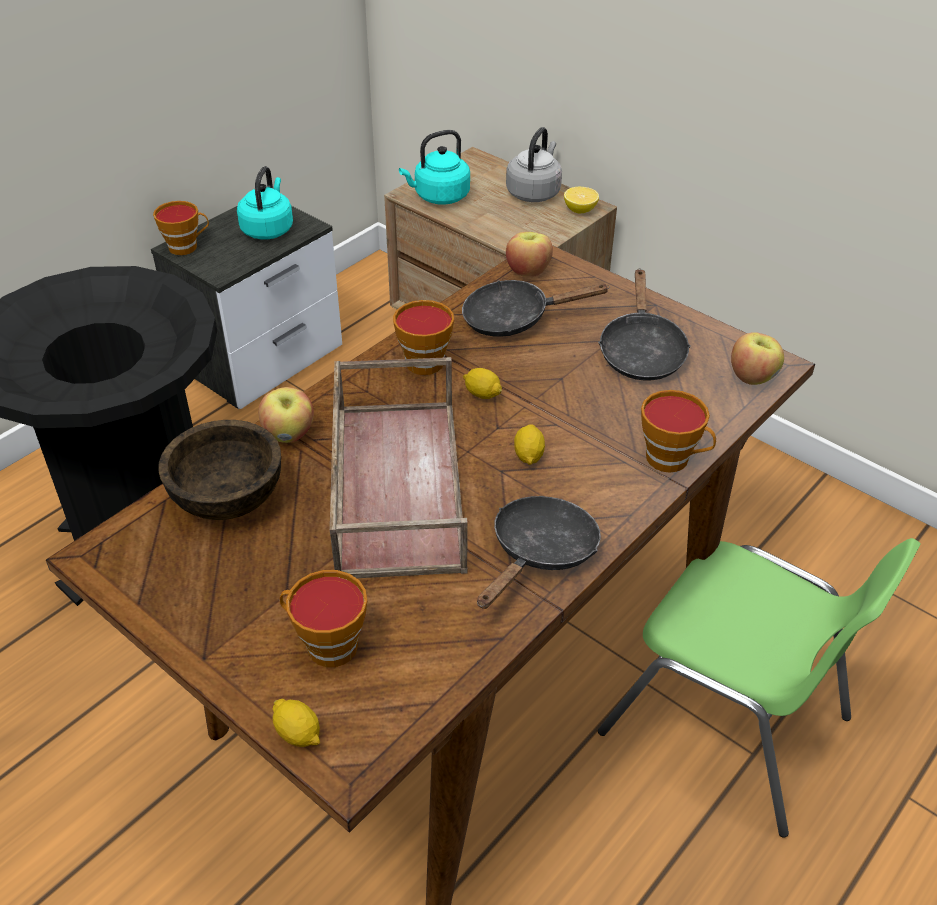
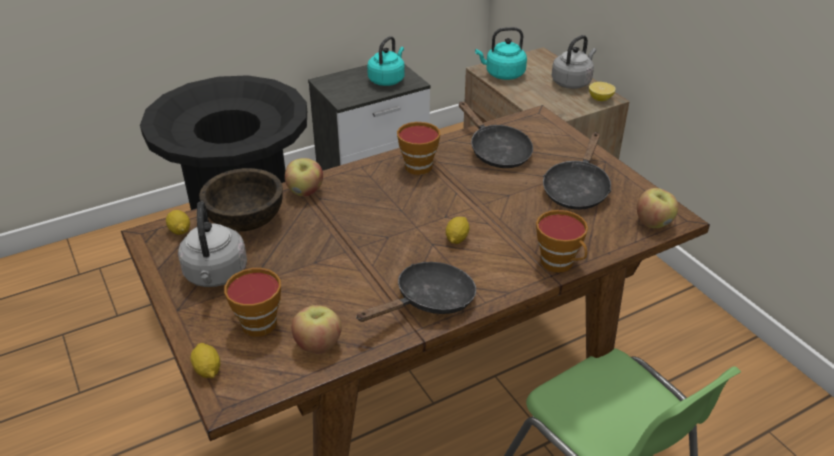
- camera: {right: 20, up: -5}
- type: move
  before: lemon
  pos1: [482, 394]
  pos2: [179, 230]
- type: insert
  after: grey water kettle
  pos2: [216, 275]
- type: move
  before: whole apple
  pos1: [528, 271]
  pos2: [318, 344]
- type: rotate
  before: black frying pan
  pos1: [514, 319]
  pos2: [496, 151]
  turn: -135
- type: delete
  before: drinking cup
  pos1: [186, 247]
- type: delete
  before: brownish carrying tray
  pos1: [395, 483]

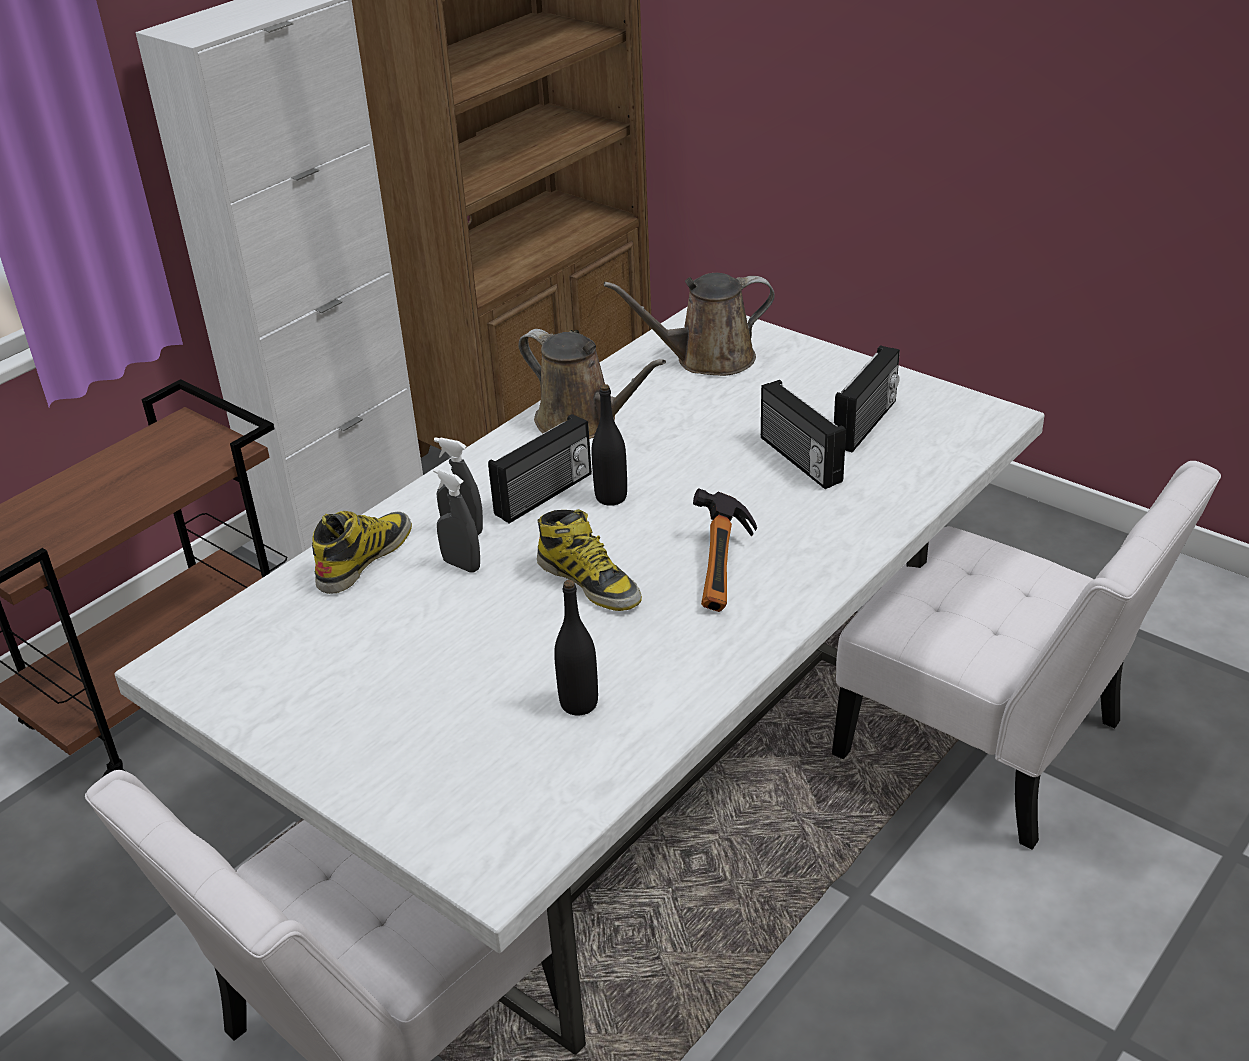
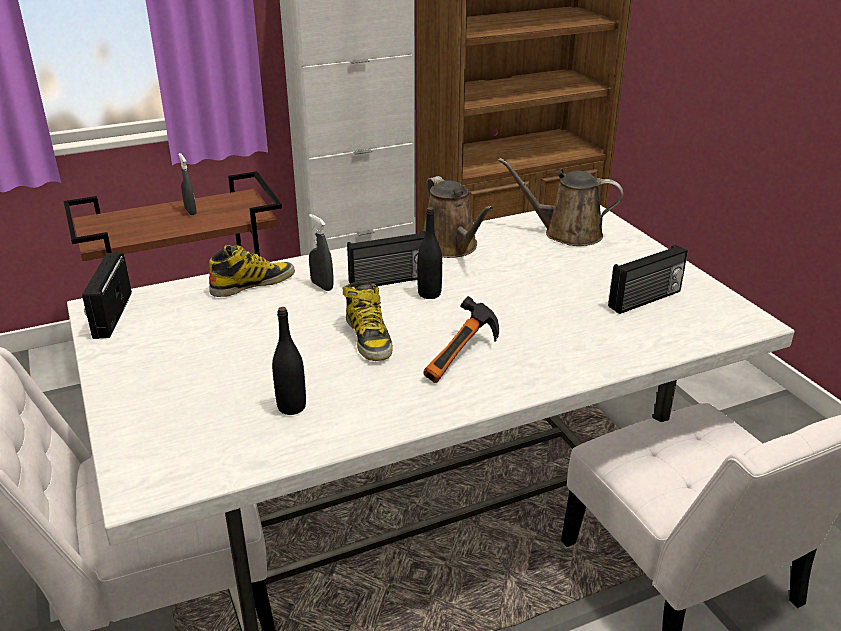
- camera: {right: 25, up: -5}
- type: move
  before: radio receiver
  pos1: [798, 460]
  pos2: [111, 315]
- type: move
  before: grey spray bottle
  pos1: [461, 565]
  pos2: [190, 211]

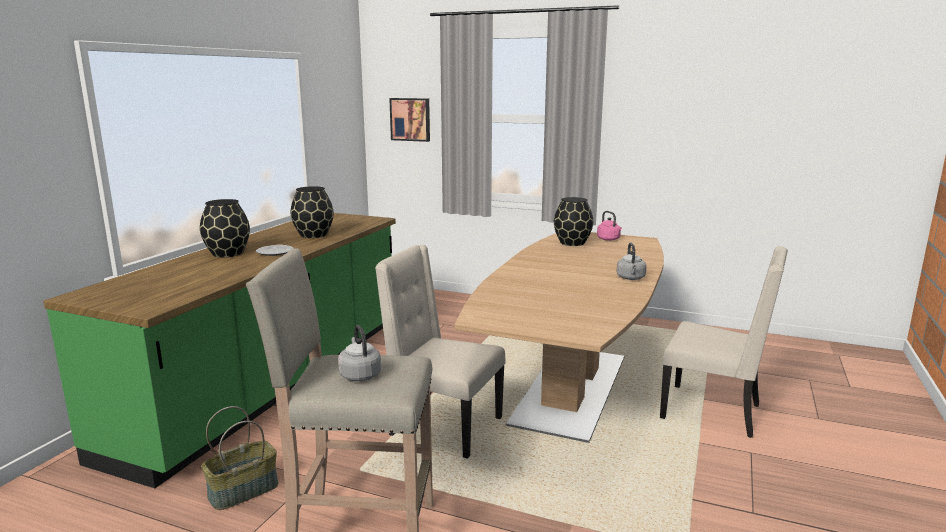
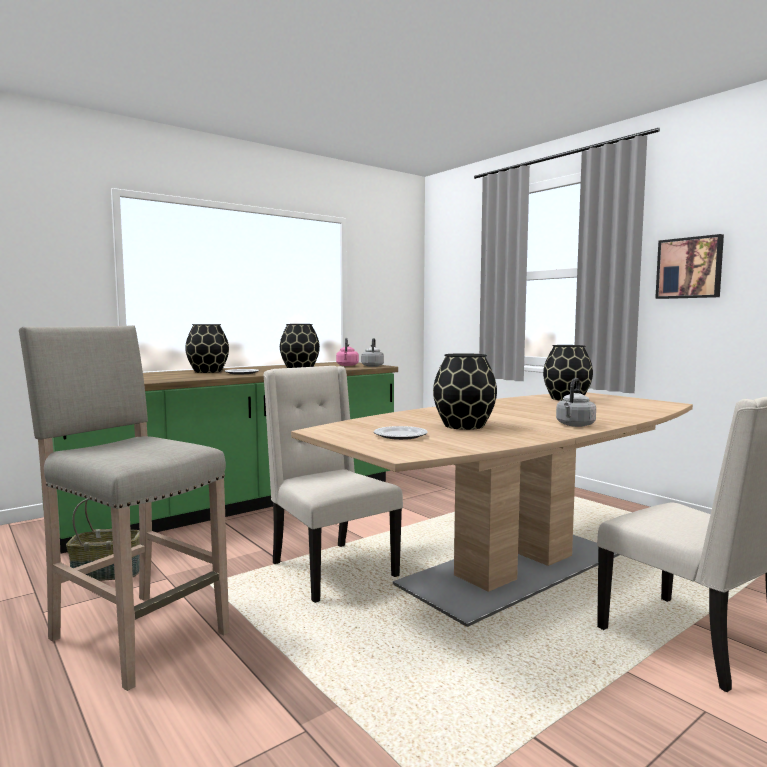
- camera: {right: 30, up: -10}
- type: move
  before: pinkish water kettle
  pos1: [609, 239]
  pos2: [347, 365]
- type: move
  before: grey water kettle
  pos1: [359, 374]
  pos2: [372, 366]
- type: insert
  after: flat dish
  pos2: [401, 435]
- type: insert
  after: black vase
  pos2: [465, 426]
- type: move
  before: wall art
  pos1: [410, 119]
  pos2: [689, 268]

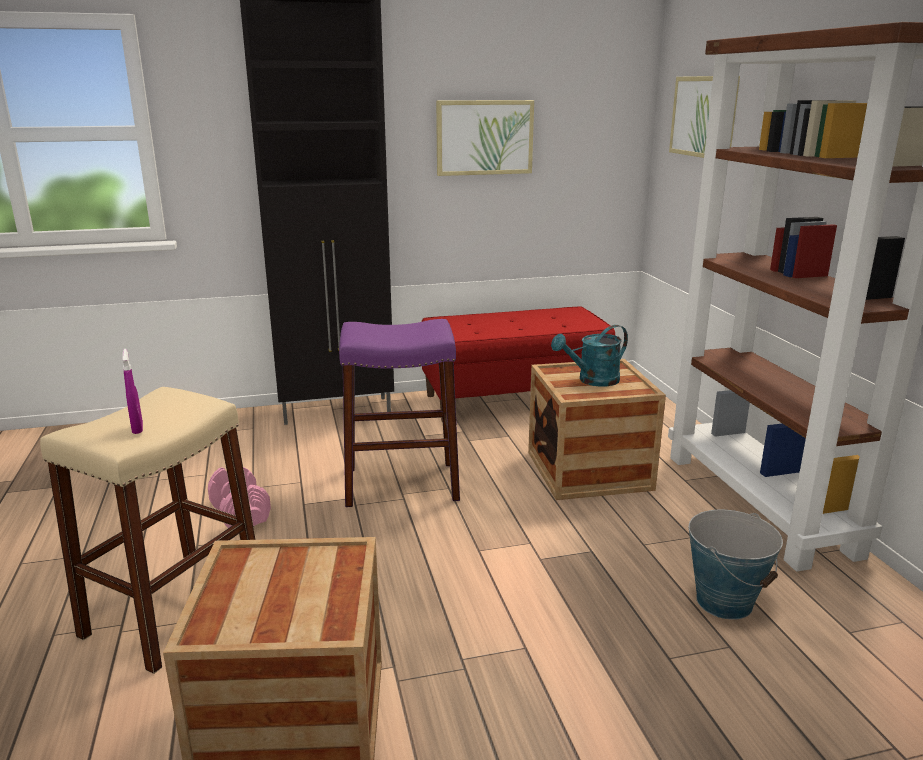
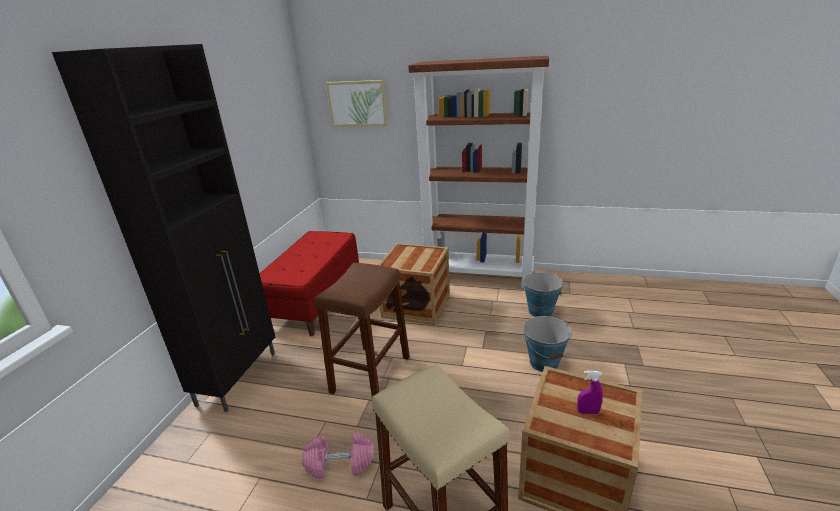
- camera: {right: -60, up: 5}
- type: recolor
  before: purple-coloured stool
  after: brownish stool
  pos1: [401, 483]
  pos2: [371, 374]
- type: insert
  after: water bucket
  pos2: [544, 363]
- type: move
  before: purple-coloured spray bottle
  pos1: [137, 428]
  pos2: [588, 412]
- type: delete
  before: wall art
  pos1: [484, 137]
- type: delete
  before: blue-green sprinkling can
  pos1: [592, 381]

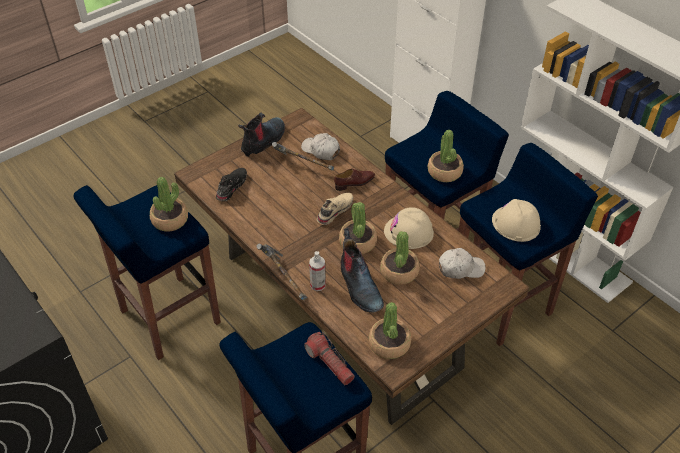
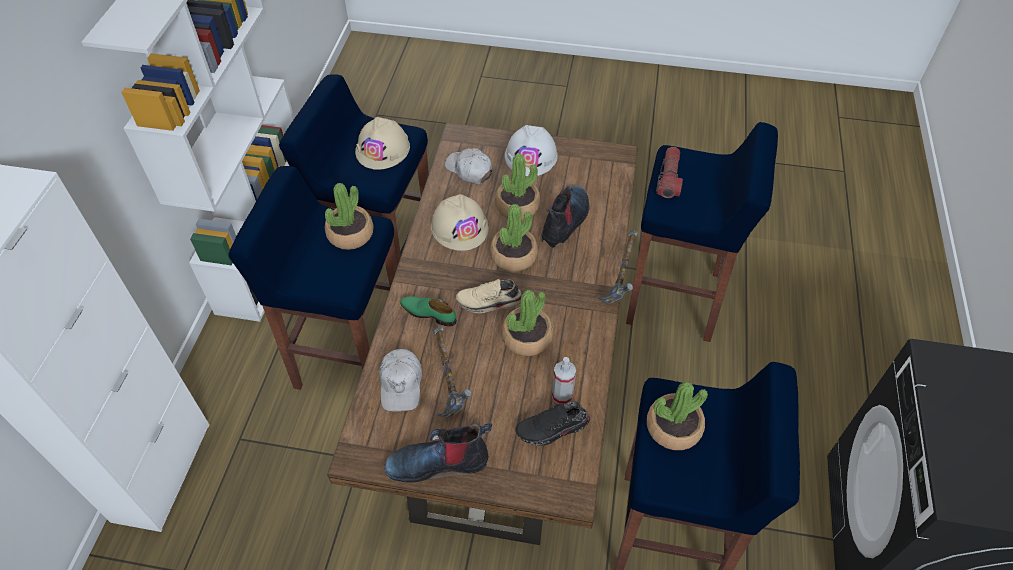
- camera: {right: -130, up: 5}
- type: recolor
  before: brownish low shoe
  after: green-coloured low shoe
  pos1: [355, 183]
  pos2: [428, 313]
- type: move
  before: plant in a pot
  pos1: [389, 343]
  pos2: [527, 337]
- type: insert
  after: white-coloured work helmet
  pos2: [531, 156]
- type: move
  before: spray bottle
  pos1: [317, 285]
  pos2: [562, 395]

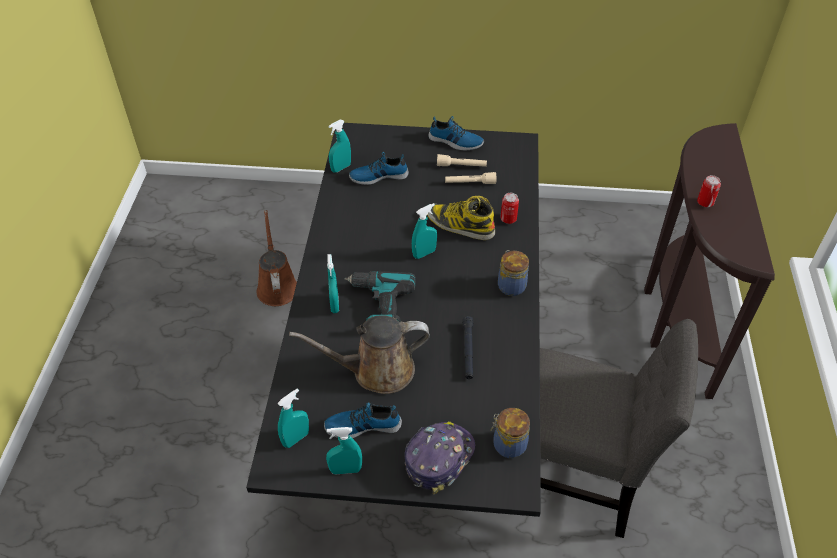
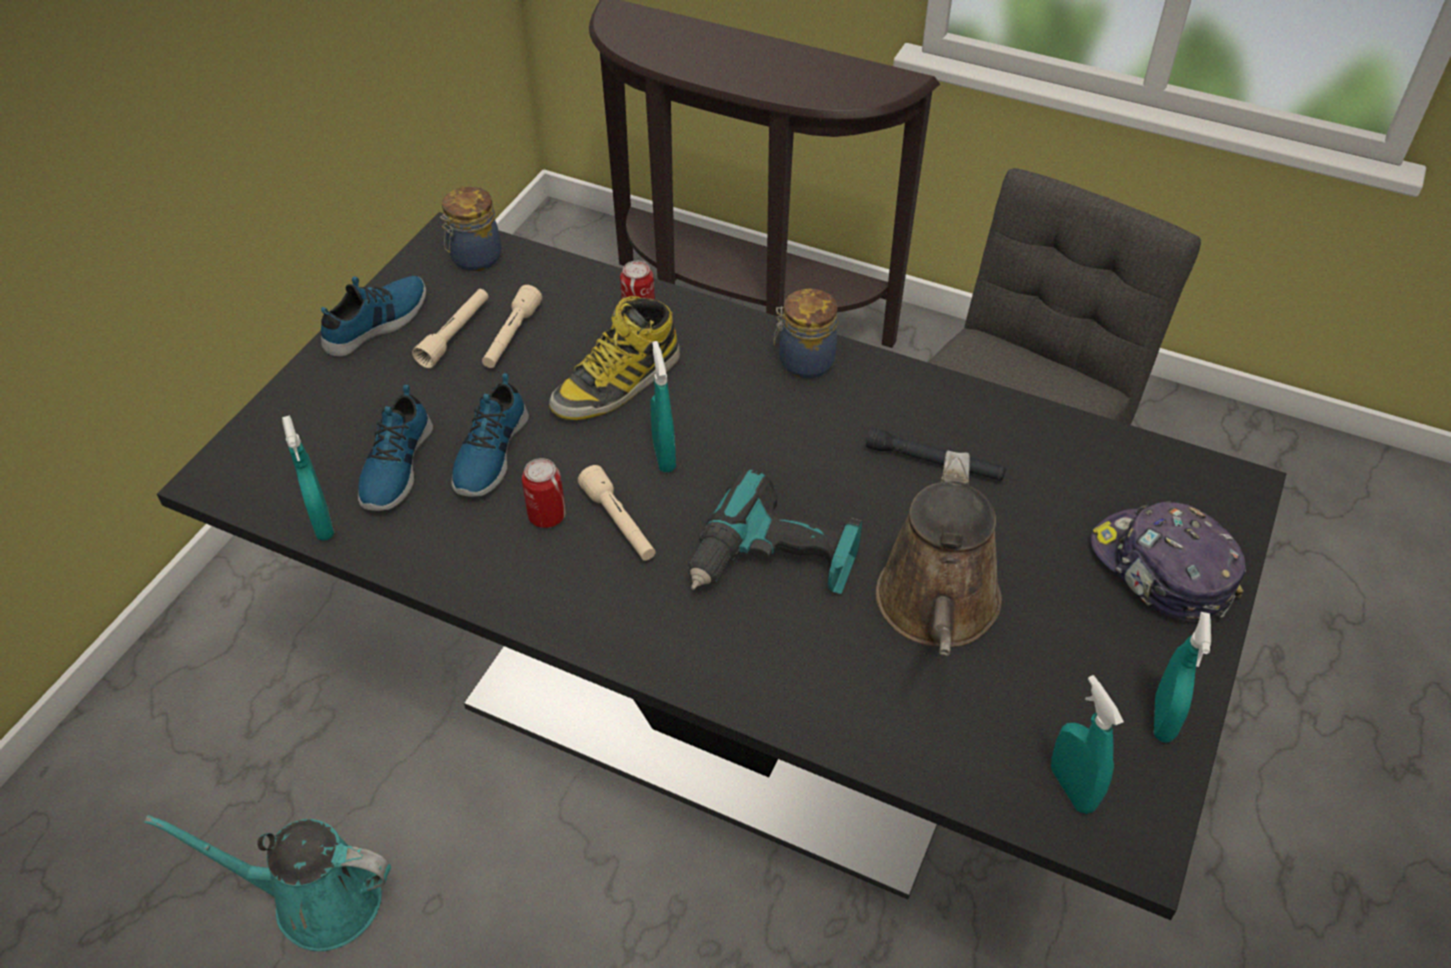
- camera: {right: -70, up: 0}
- type: recolor
  before: brownish sprinkling can
  after: blue-green sprinkling can
  pos1: [277, 286]
  pos2: [316, 899]
- type: move
  before: storage jar
  pos1: [508, 444]
  pos2: [474, 258]
- type: move
  before: low shoe
  pos1: [363, 424]
  pos2: [489, 453]
- type: move
  before: metal can
  pos1: [705, 202]
  pos2: [547, 516]
- type: insert
  after: beige hand torch
  pos2: [619, 523]
- type: delete
  before: blue-green spray bottle
  pos1: [334, 304]

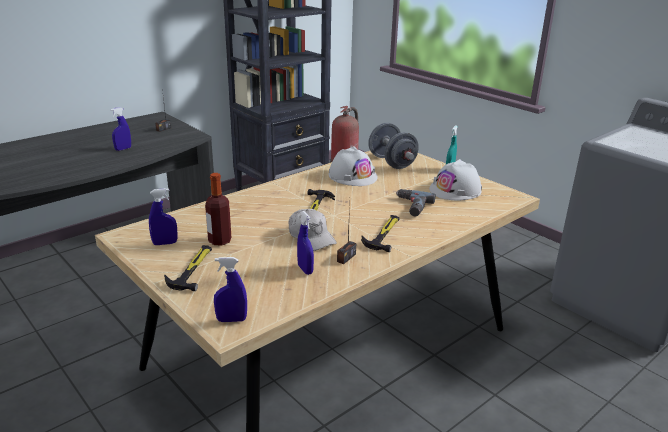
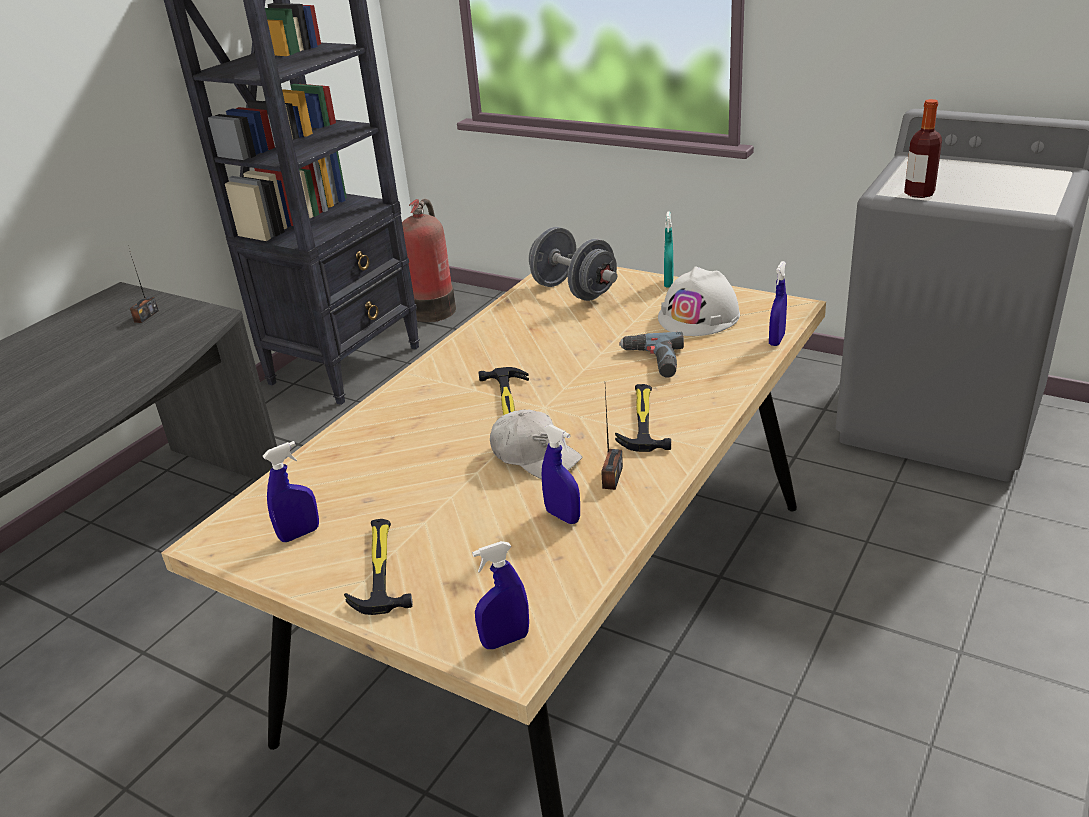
- camera: {right: -15, up: 5}
- type: move
  before: blue-coloured spray bottle
  pos1: [123, 149]
  pos2: [776, 340]
- type: move
  before: drink bottle
  pos1: [220, 241]
  pos2: [919, 193]
- type: delete
  before: white-coloured work helmet
  pos1: [352, 176]

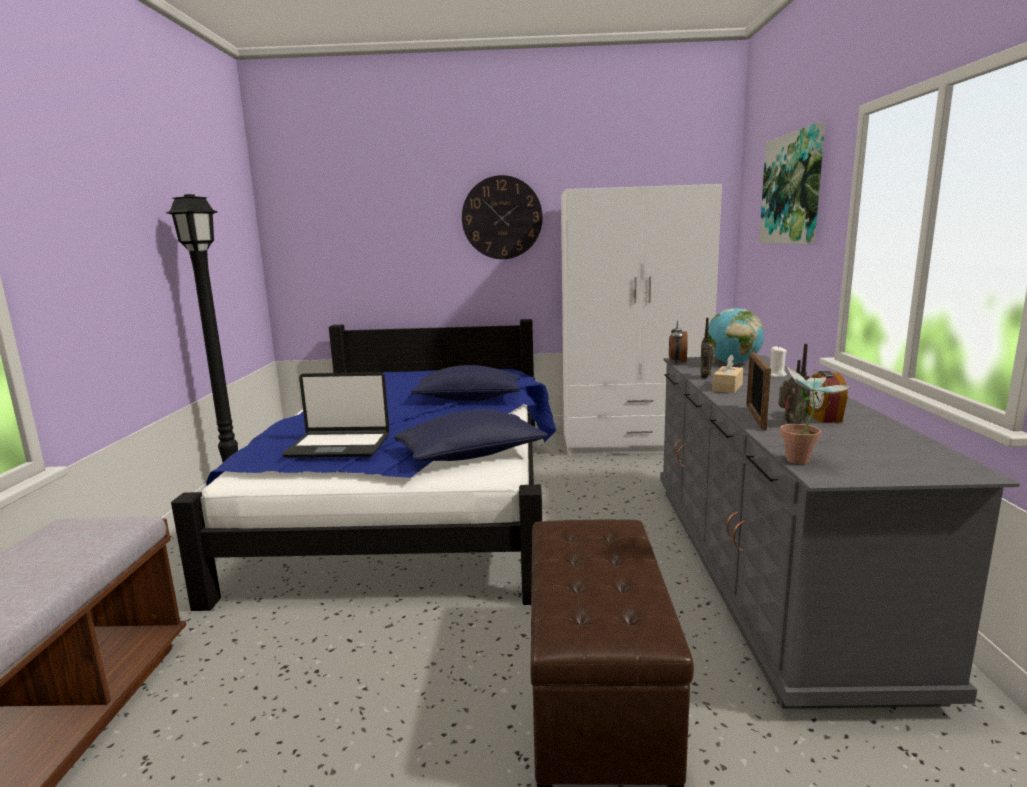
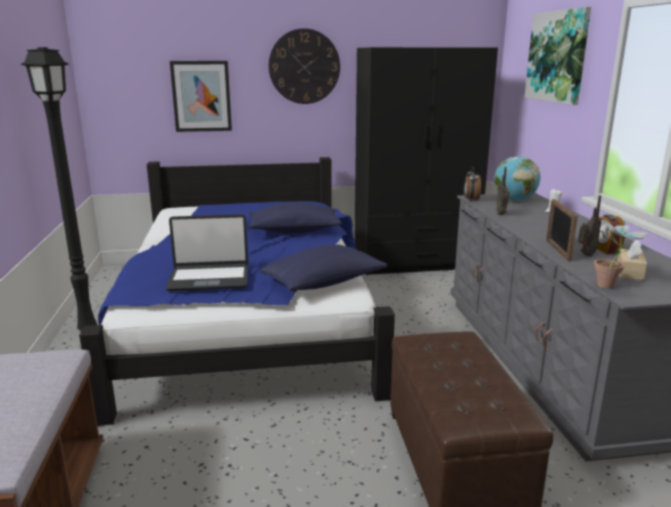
- camera: {right: -10, up: 5}
- type: insert
  after: wall art
  pos2: [201, 96]
- type: recolor
  before: white-coloured clothes cupboard
  after: black clothes cupboard
  pos1: [632, 442]
  pos2: [414, 261]
- type: move
  before: beige tissue box
  pos1: [727, 387]
  pos2: [629, 272]

